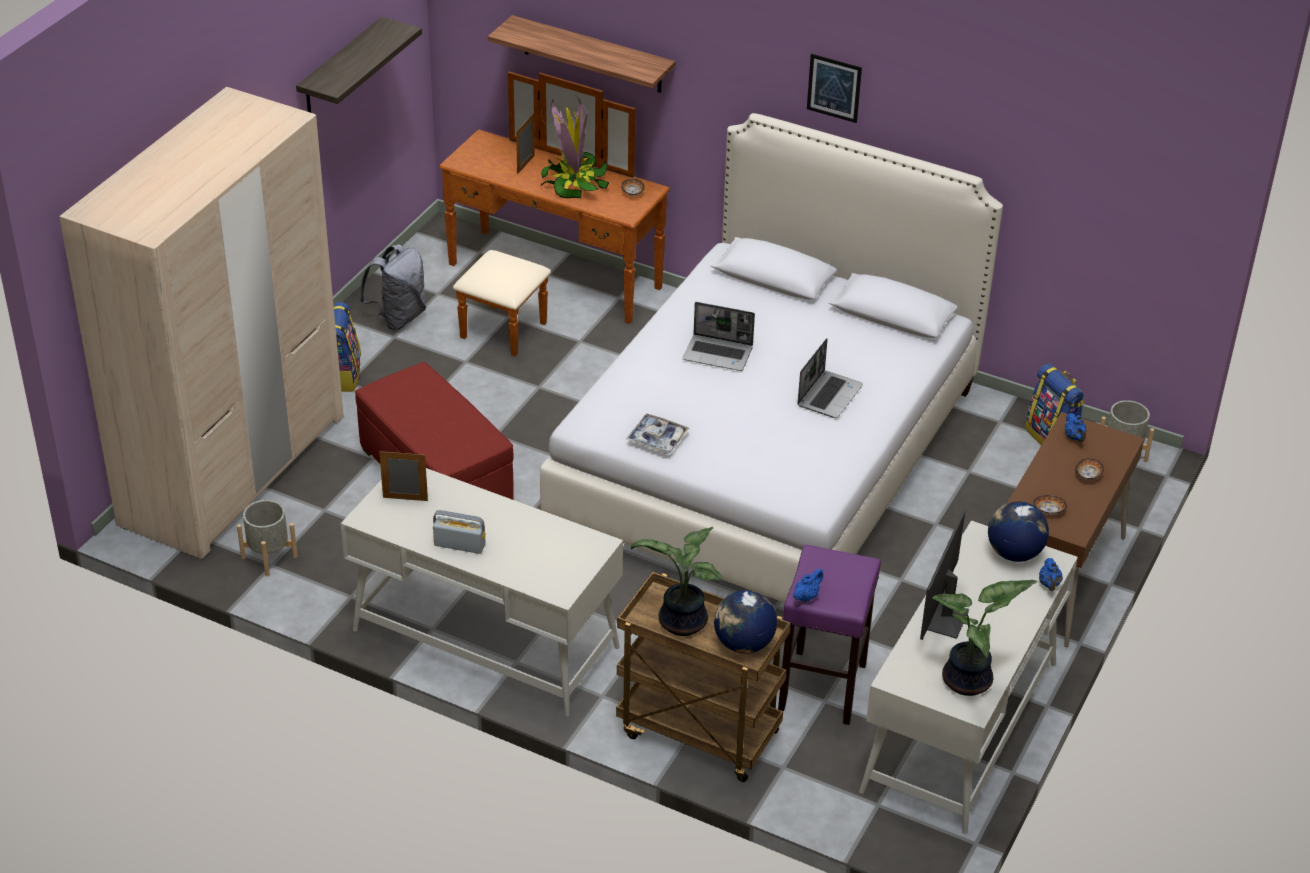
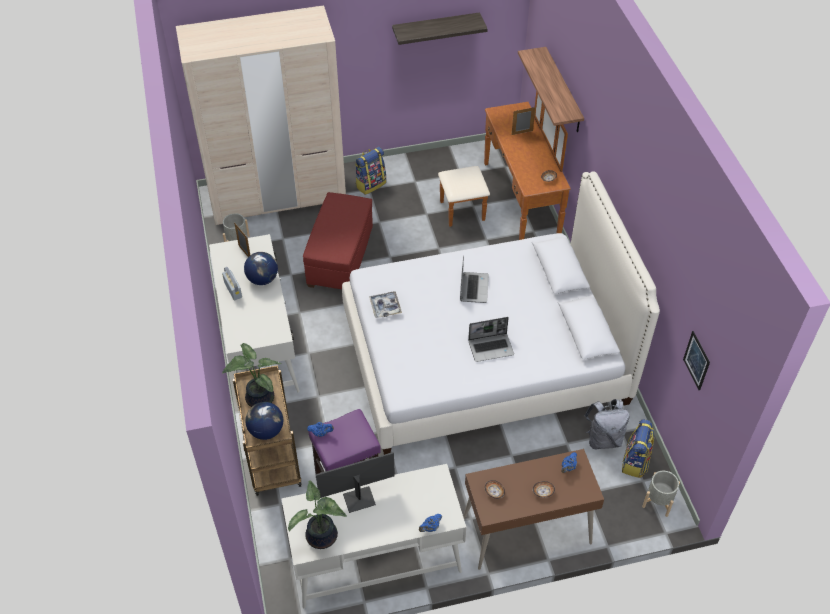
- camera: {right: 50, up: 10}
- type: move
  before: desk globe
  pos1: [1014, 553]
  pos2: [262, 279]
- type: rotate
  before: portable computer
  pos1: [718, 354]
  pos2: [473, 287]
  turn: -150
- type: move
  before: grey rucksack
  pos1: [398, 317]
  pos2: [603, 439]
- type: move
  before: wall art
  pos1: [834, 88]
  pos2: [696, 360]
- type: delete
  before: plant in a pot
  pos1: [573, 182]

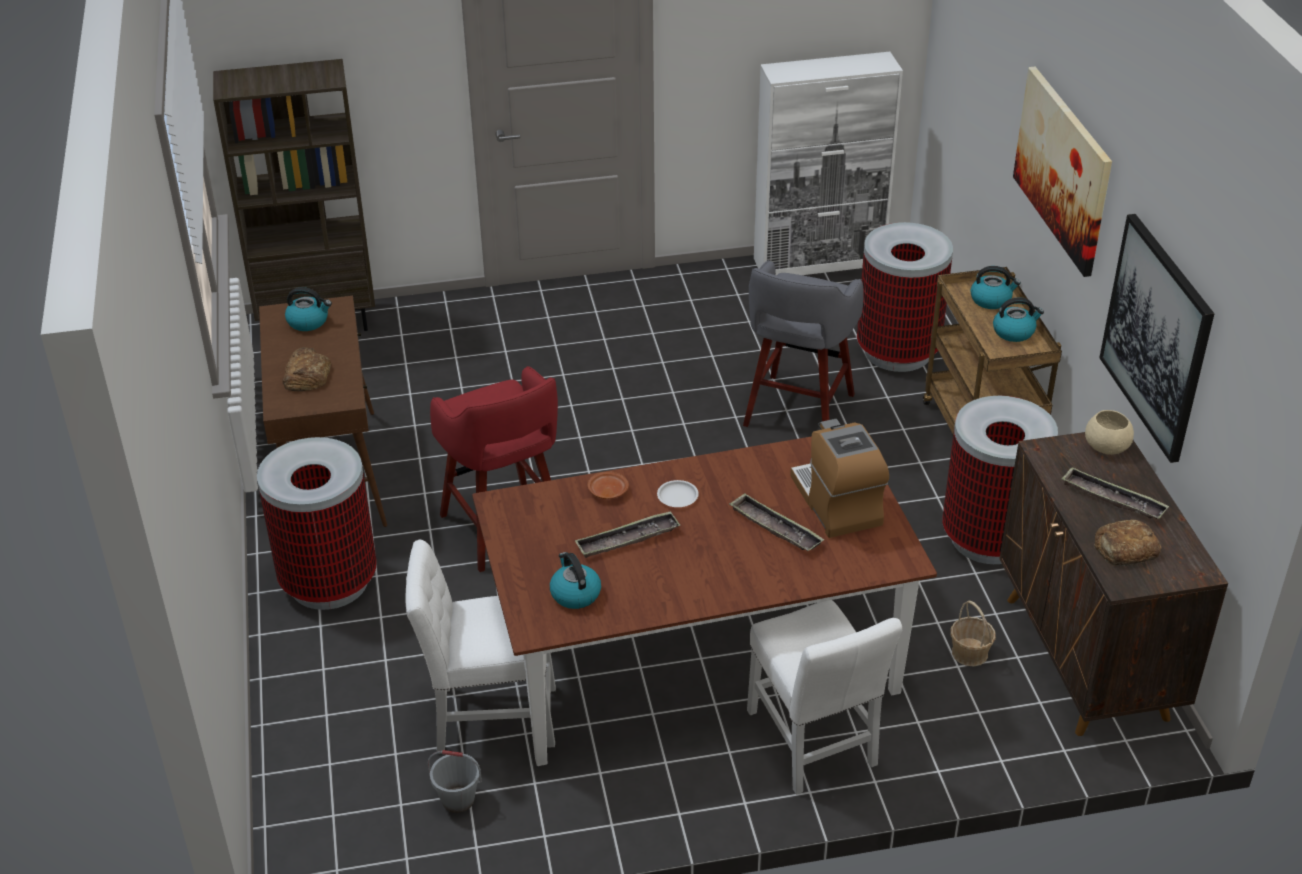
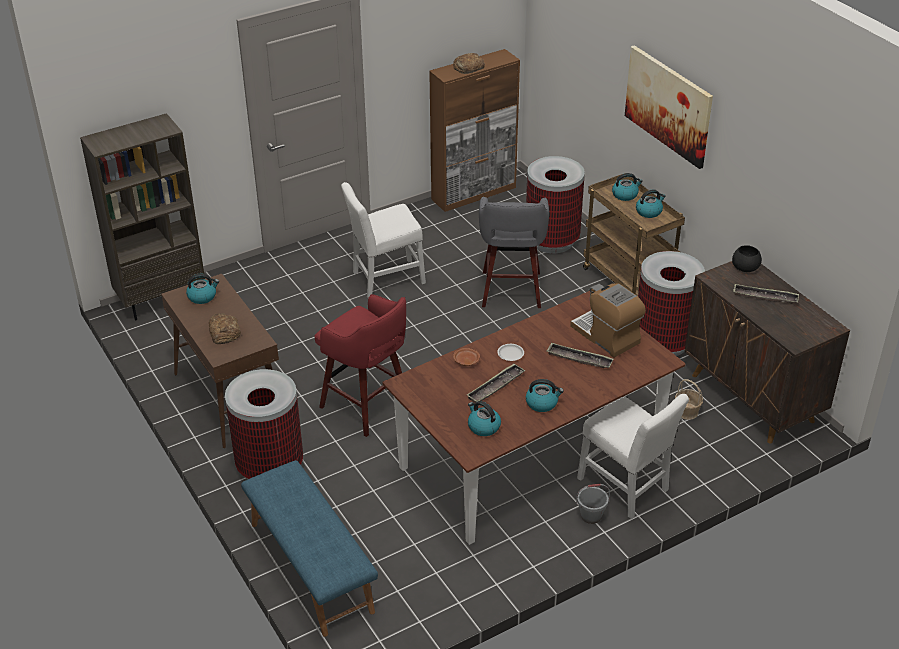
- camera: {right: -20, up: 0}
- type: insert
  after: blue-coloured bench
  pos2: [310, 567]
- type: move
  before: white-coloured upright chair
  pos1: [489, 718]
  pos2: [385, 279]
- type: recolor
  before: white-coloured storage cabinet
  after: brownish storage cabinet
  pos1: [820, 262]
  pos2: [474, 193]
- type: move
  before: bakery bread
  pos1: [1125, 549]
  pos2: [468, 67]
- type: insert
  after: water kettle
  pos2: [542, 403]
- type: move
  before: grey water bucket
  pos1: [457, 799]
  pos2: [591, 516]
- type: recolor
  before: beige deep dish
  after: black deep dish
  pos1: [1107, 446]
  pos2: [746, 267]
- type: delete
  before: wall art
  pos1: [1156, 336]

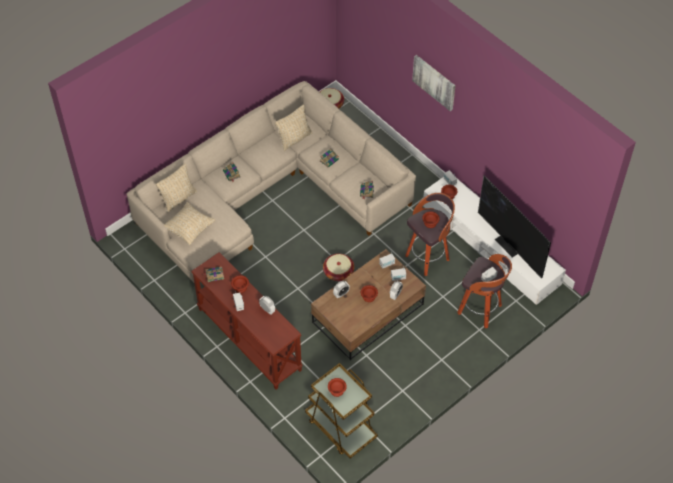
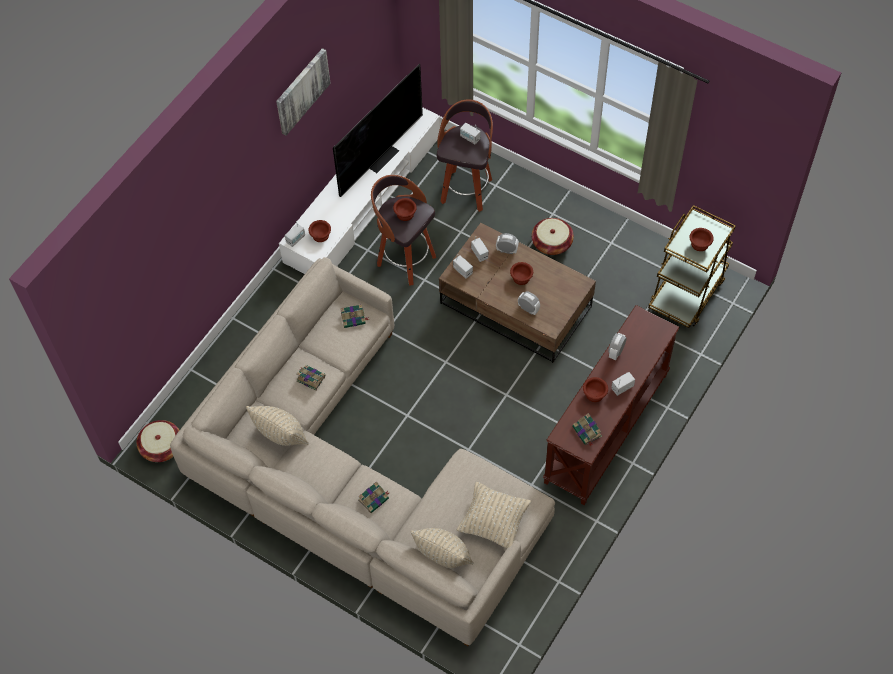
- camera: {right: -105, up: 5}
- type: move
  before: wall art
  pos1: [434, 82]
  pos2: [301, 91]
- type: move
  before: basket
  pos1: [338, 272]
  pos2: [552, 243]

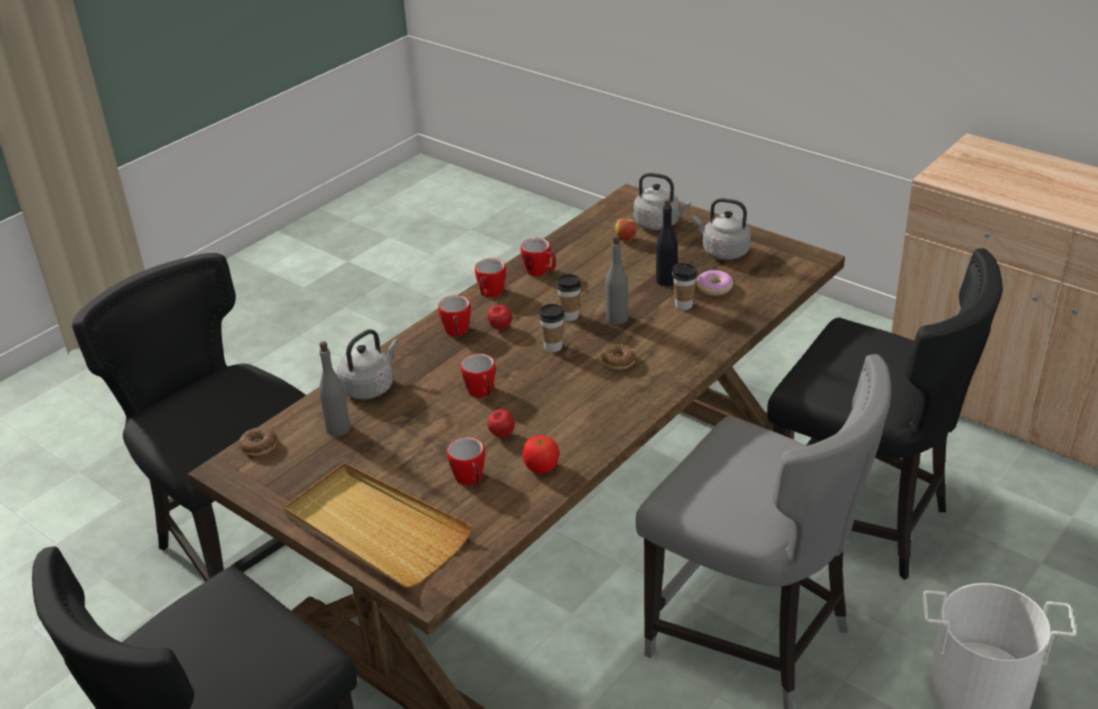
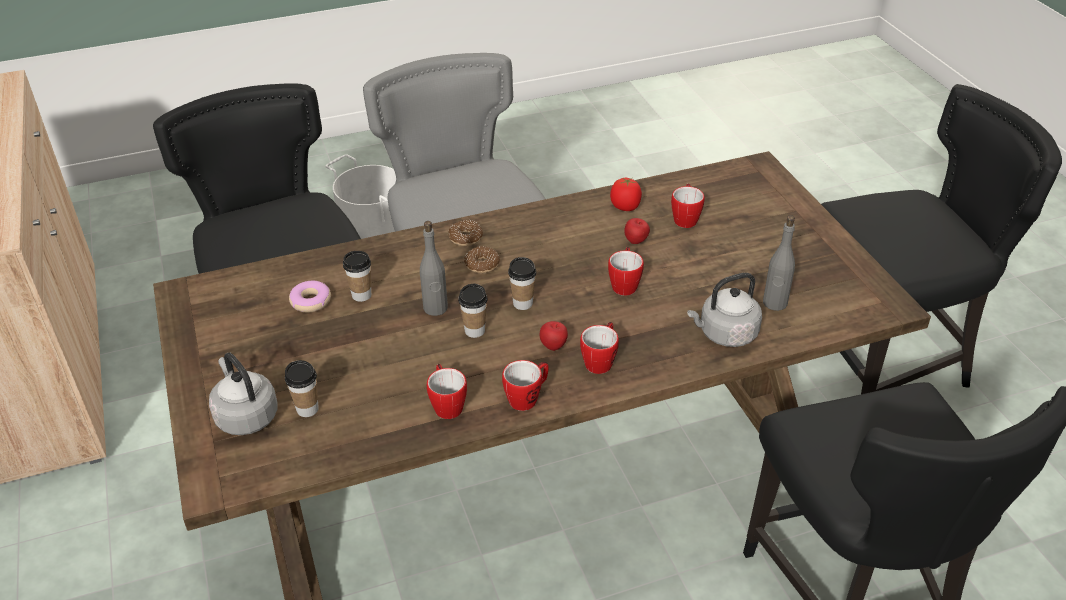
- camera: {right: -150, up: 5}
- type: replace
  before: whole apple
  after: drinking cup
  pos1: [626, 239]
  pos2: [307, 409]
- type: move
  before: ring doughnut
  pos1: [259, 446]
  pos2: [465, 238]
- type: delete
  before: beige carrying tray
  pos1: [375, 529]
- type: delete
  before: black drink bottle
  pos1: [666, 280]
- type: delete
  before: grey water kettle
  pos1: [723, 251]

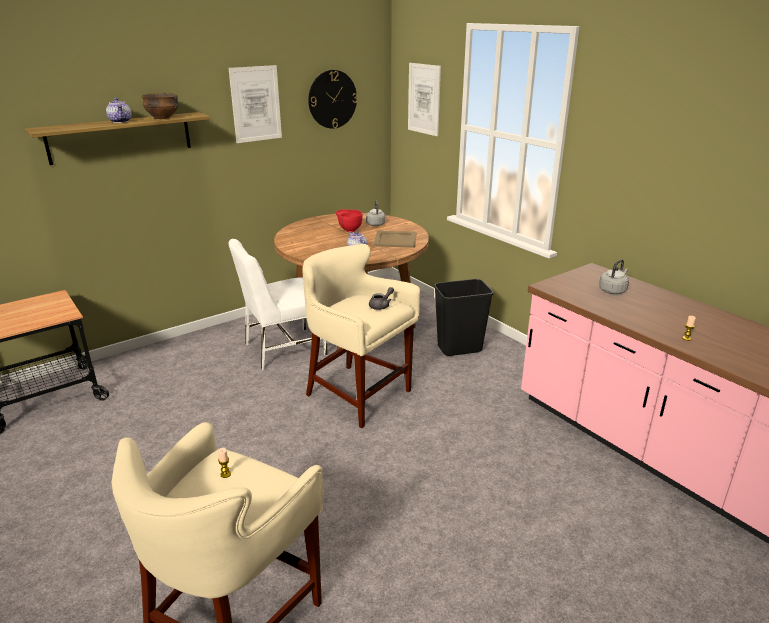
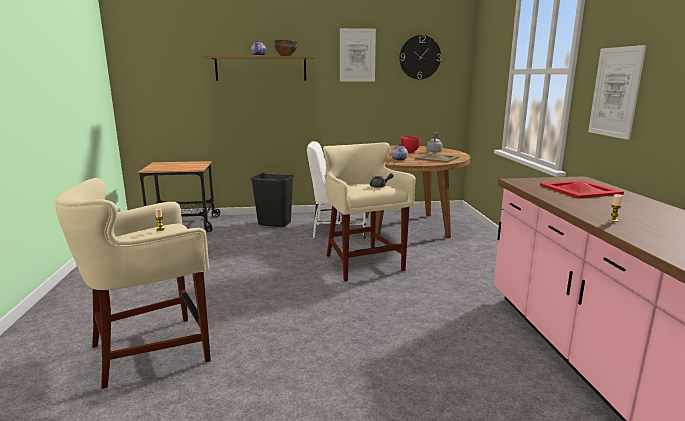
- camera: {right: 30, up: -10}
- type: move
  before: black waste bin
  pos1: [459, 349]
  pos2: [274, 224]
- type: replace
  before: grey water kettle
  after: red-coloured carrying tray
  pos1: [613, 290]
  pos2: [580, 189]
- type: move
  before: wall art
  pos1: [424, 99]
  pos2: [615, 92]

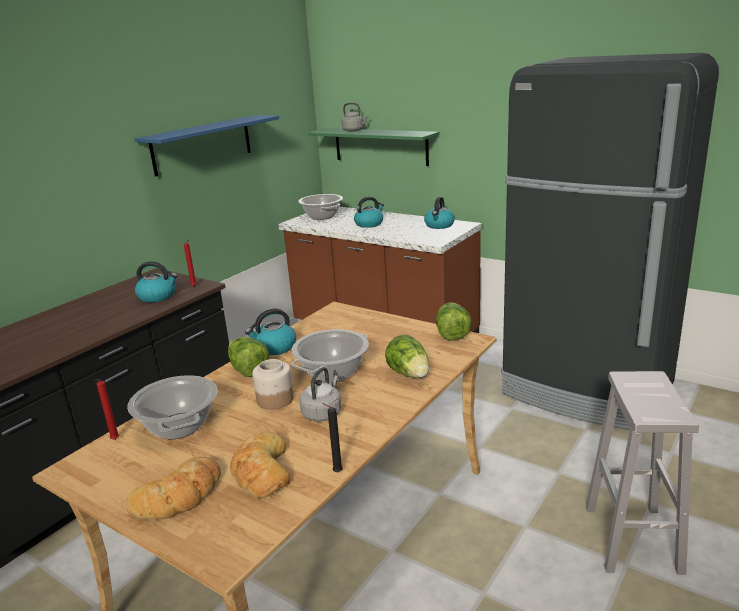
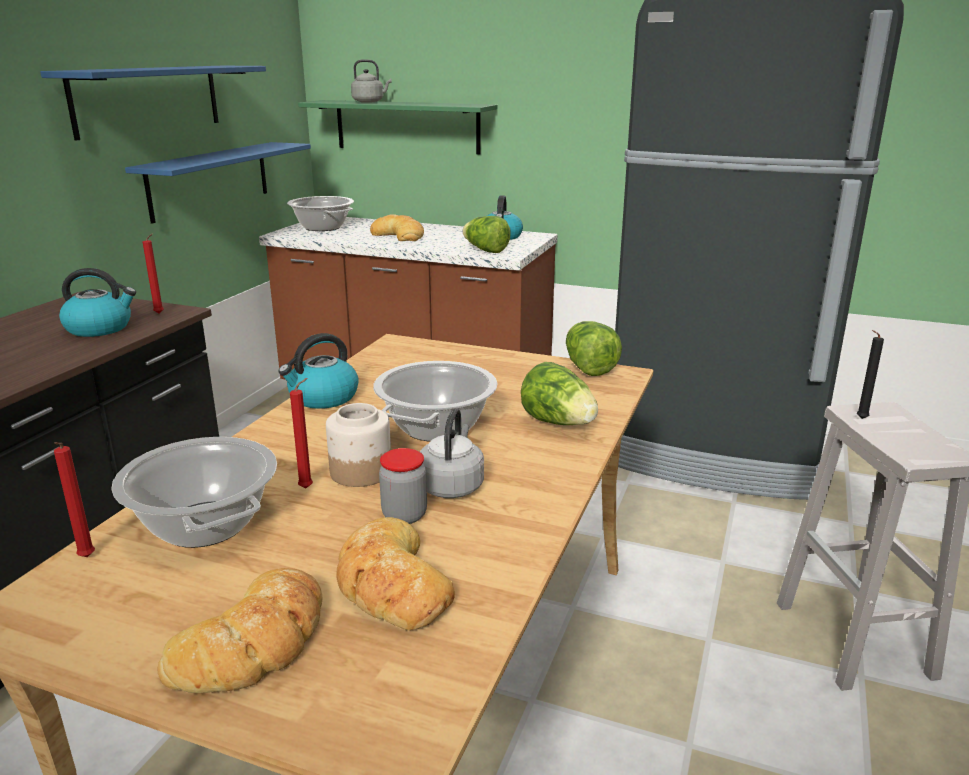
- camera: {right: -15, up: 0}
- type: insert
  after: blue-coloured wall shelf
  pos2: [210, 180]
- type: insert
  after: red-coloured wax light
  pos2: [308, 487]
- type: replace
  before: water kettle
  after: bakery bread
  pos1: [369, 224]
  pos2: [399, 235]
- type: insert
  after: storage jar
  pos2: [404, 515]
- type: move
  before: head of lettuce
  pos1: [248, 370]
  pos2: [485, 250]
- type: move
  before: black wax light
  pos1: [336, 472]
  pos2: [860, 419]

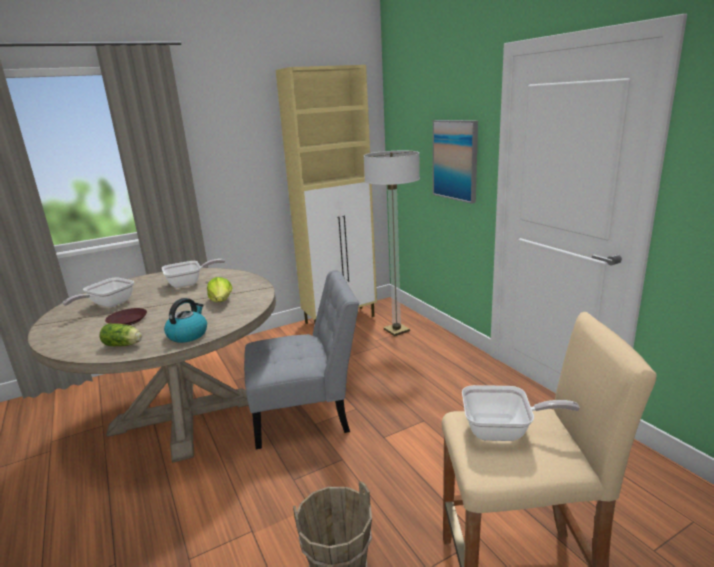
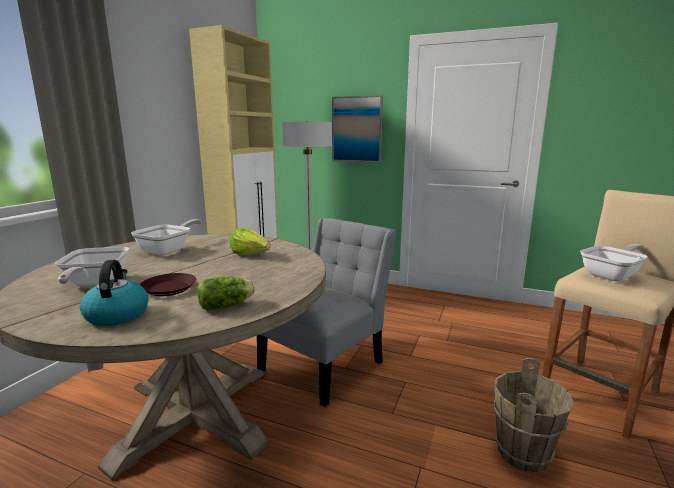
- camera: {right: -40, up: -5}
- type: move
  before: water kettle
  pos1: [188, 334]
  pos2: [117, 315]

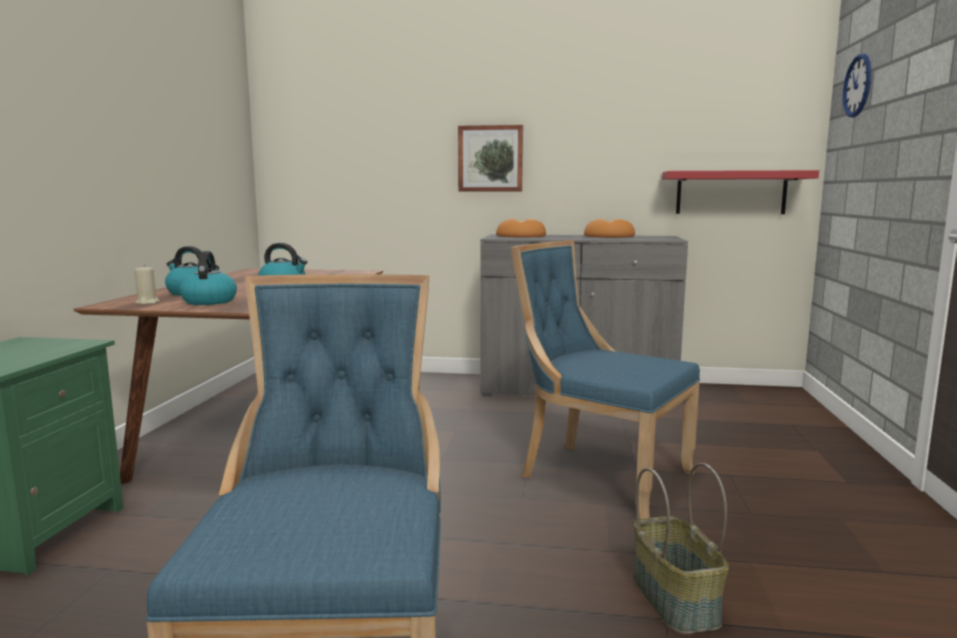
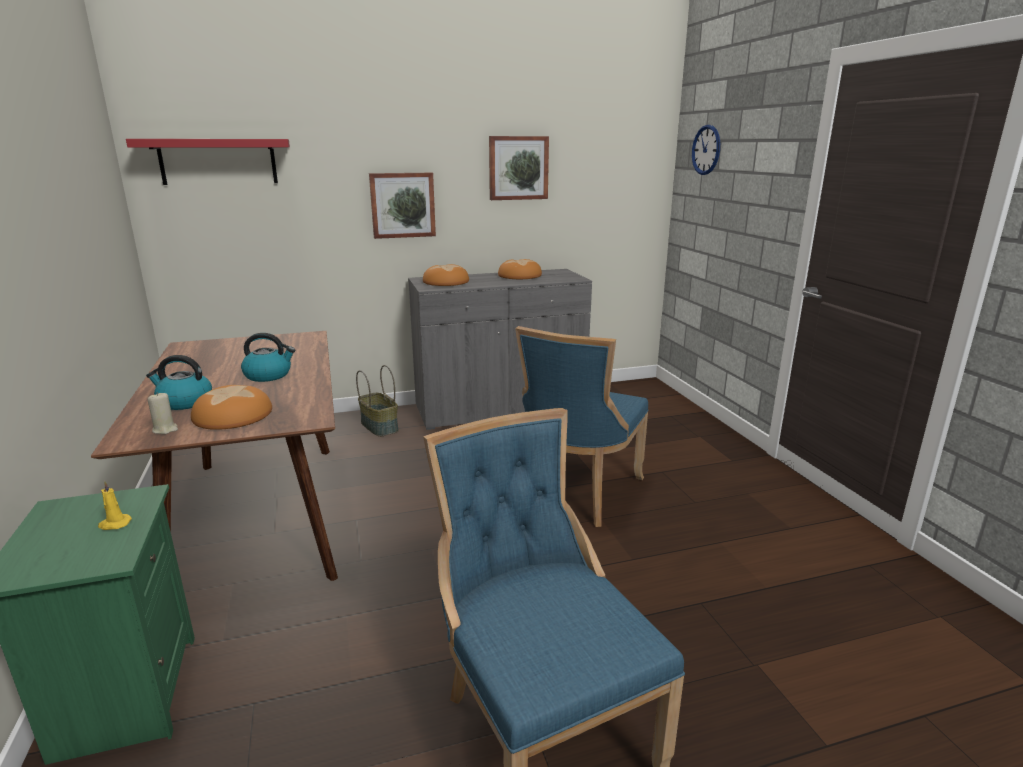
- camera: {right: -25, up: 10}
- type: insert
  after: yellow wax light
  pos2: [114, 524]
- type: move
  before: red-coloured wall shelf
  pos1: [731, 193]
  pos2: [218, 161]
- type: replace
  before: water kettle
  after: bakery bread
  pos1: [209, 301]
  pos2: [232, 416]
- type: move
  before: basket
  pos1: [676, 600]
  pos2: [380, 426]
- type: insert
  after: wall art
  pos2: [518, 168]
- type: rotate
  before: blue-coloured upright chair
  pos1: [599, 475]
  pos2: [578, 493]
  turn: -75

